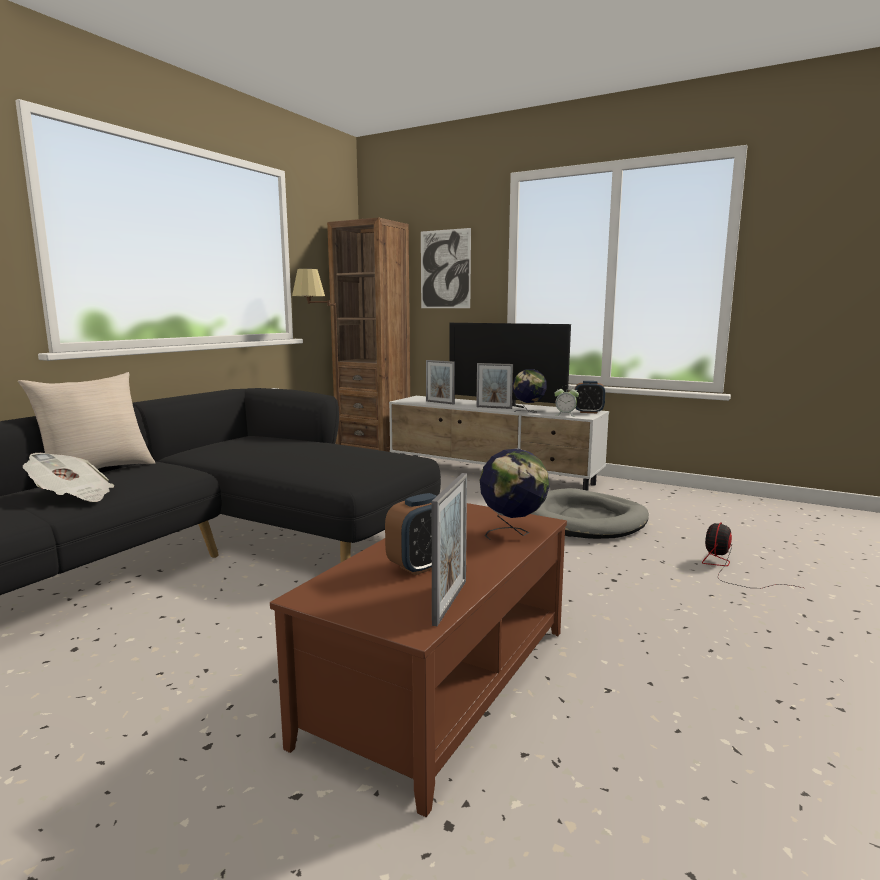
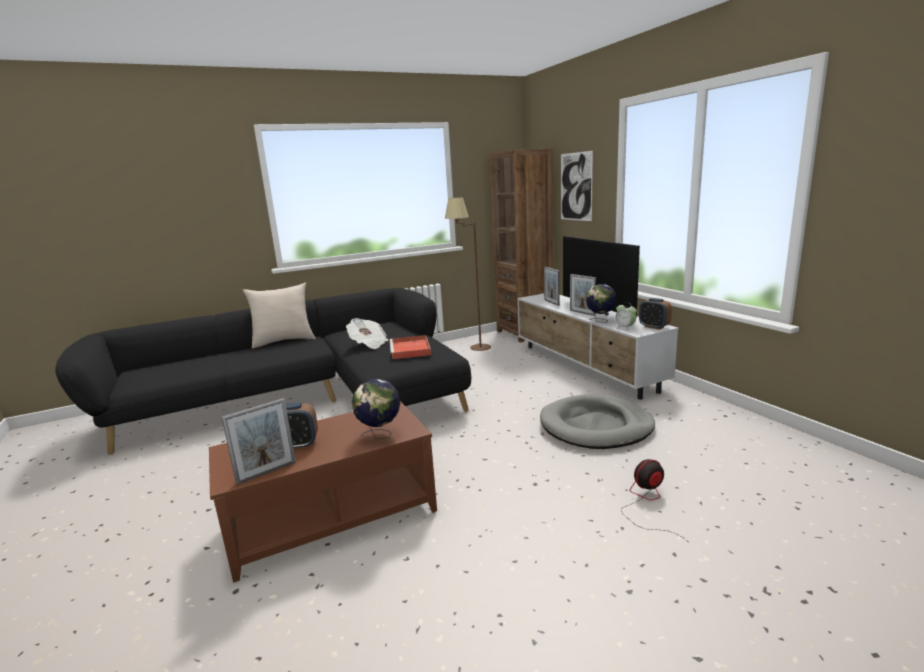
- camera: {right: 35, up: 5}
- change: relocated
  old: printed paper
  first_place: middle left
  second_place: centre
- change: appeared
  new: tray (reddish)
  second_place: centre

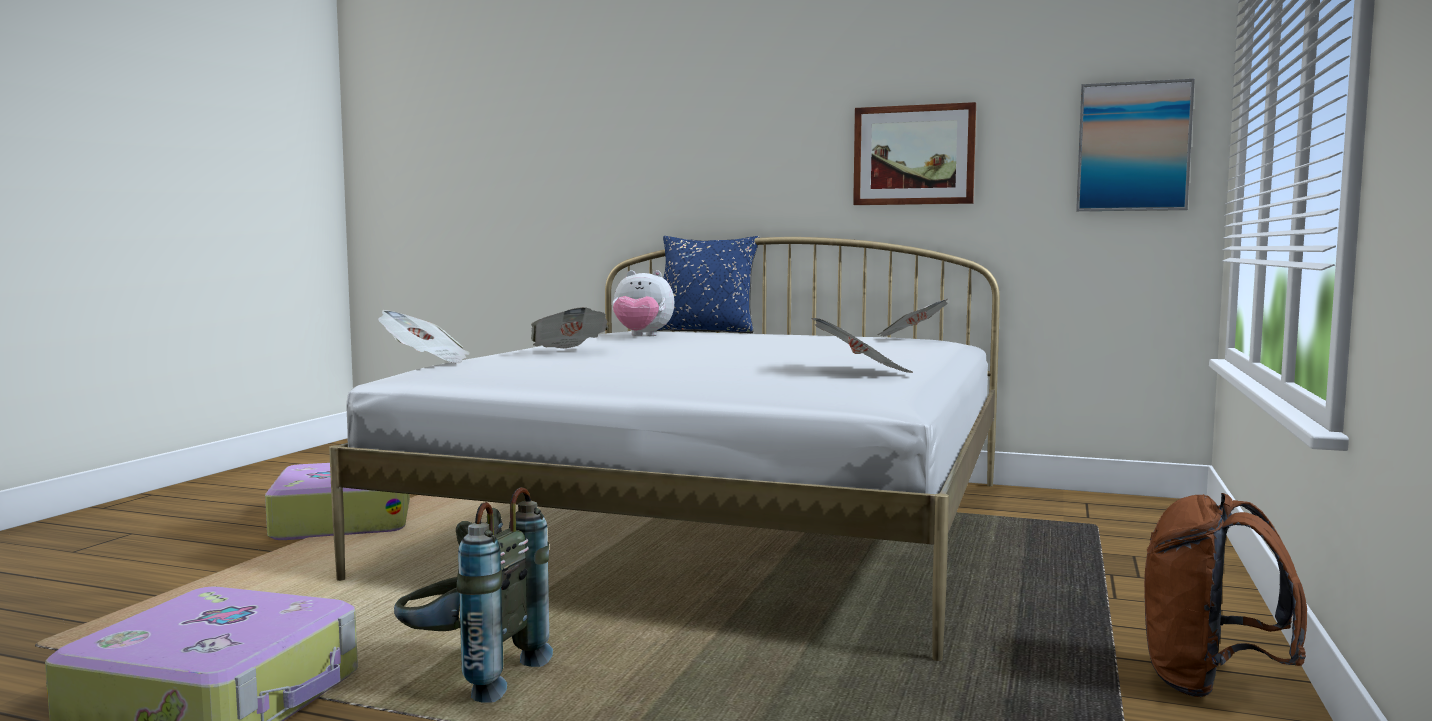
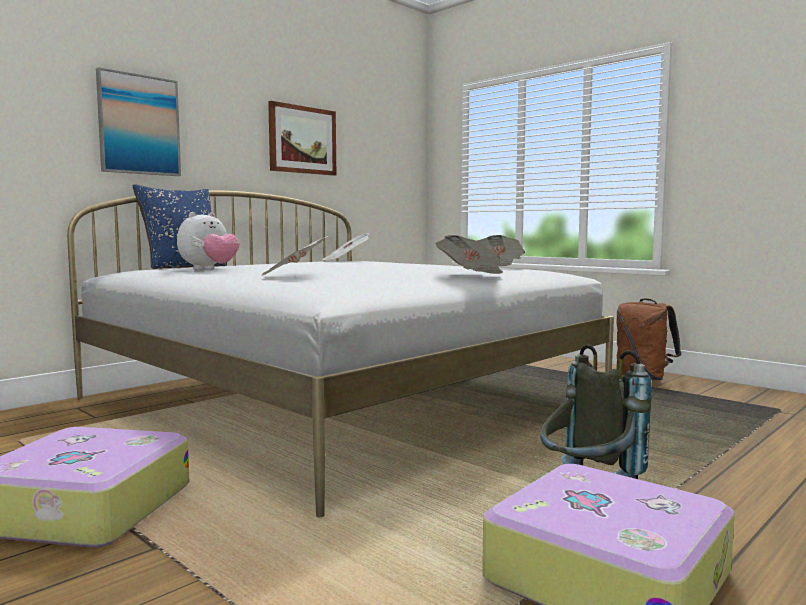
- camera: {right: -65, up: 0}
- change: relocated
  old: wall picture (no. 2 from left in the first image)
  new: wall picture (no. 1 from left)
  first_place: top right
  second_place: top left
- change: relocated
  old: printed paper (no. 1 from left in the first image)
  new: printed paper (no. 3 from left)
  first_place: middle left
  second_place: centre

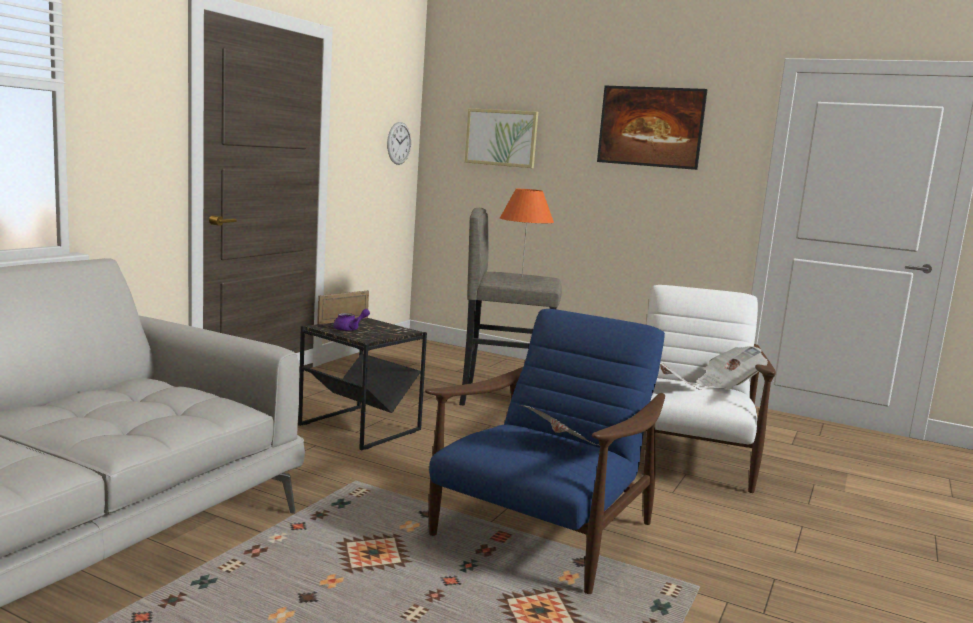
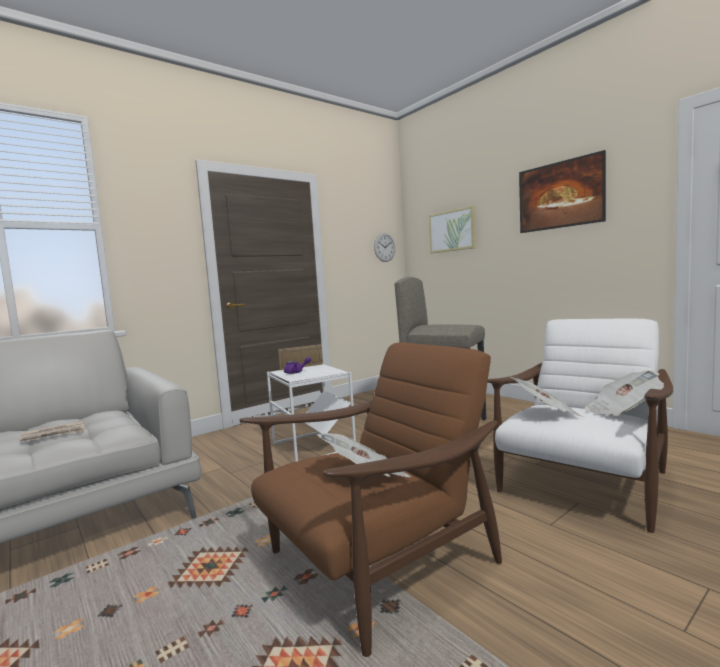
- camera: {right: 25, up: -5}
- change: missing
  old: table lamp (orange)
  first_place: centre
- change: colour
  old: lounge chair (bluish)
  new: lounge chair (brown-coloured)
  first_place: bottom centre
  second_place: bottom centre
- change: colour
  old: accent table (black-coloured)
  new: accent table (white)
  first_place: centre
  second_place: centre
- change: appeared
  new: printed paper (no. 1 from left)
  second_place: middle left

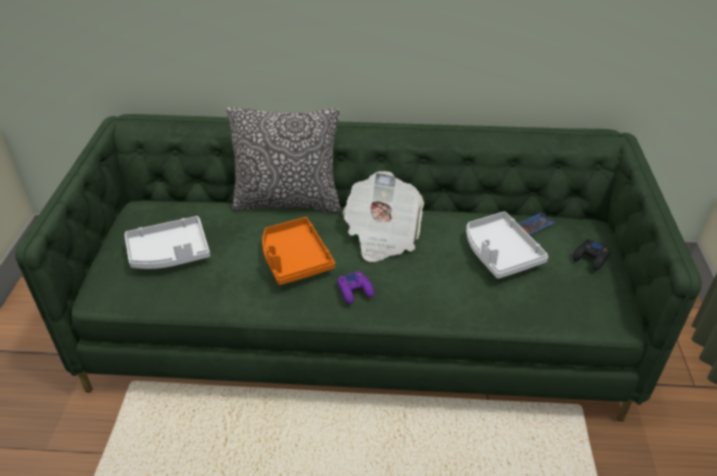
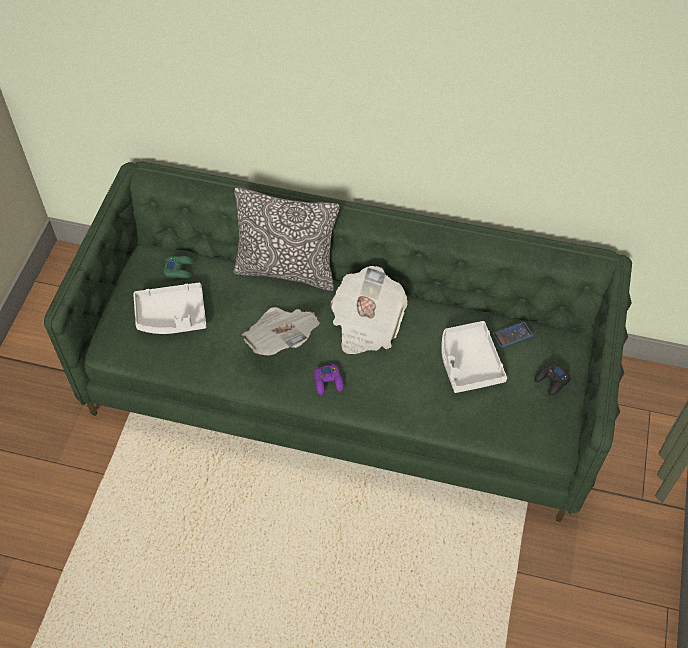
- camera: {right: 10, up: 15}
- change: exchanged
  old: tray (orange)
  new: printed paper (no. 1 from left)
  first_place: centre
  second_place: centre
- change: appeared
  new: joypad (green)
  second_place: middle left

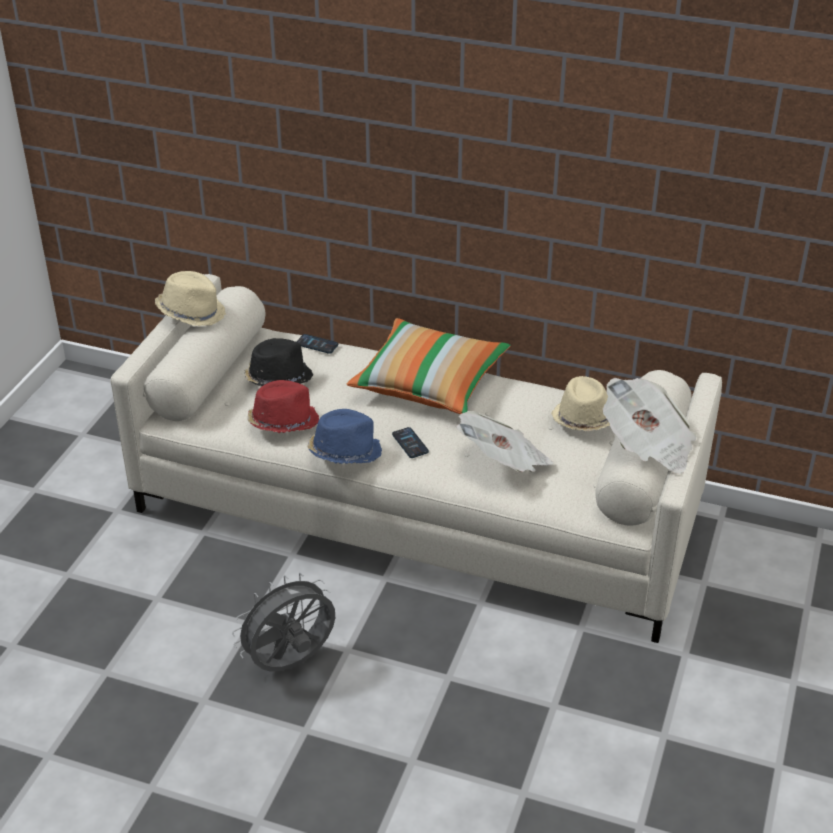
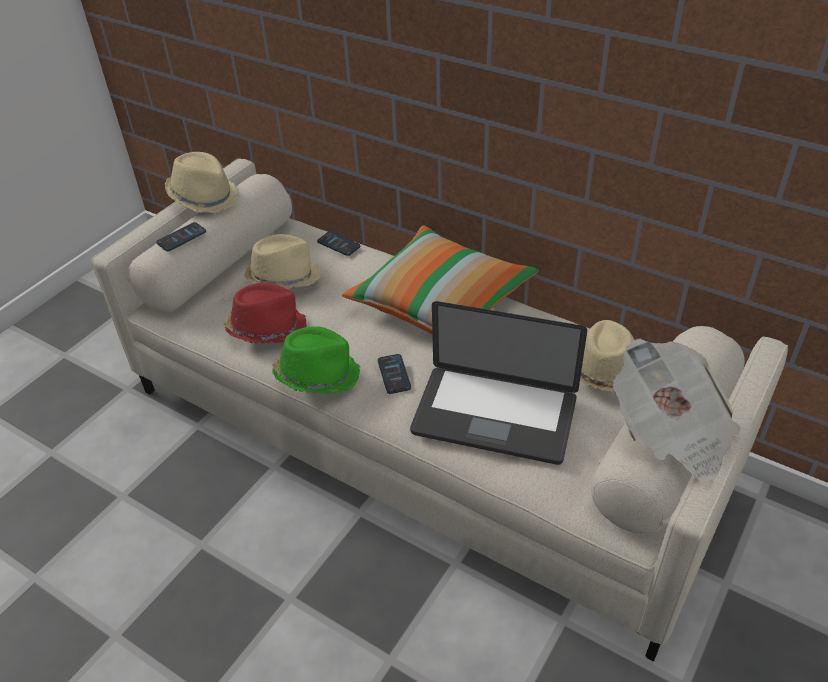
- camera: {right: 15, up: 5}
- change: colour
  old: clothing hat (black-coloured)
  new: clothing hat (sand-coloured) (no. 2 from left)
  first_place: centre
  second_place: centre
- change: colour
  old: clothing hat (bluish)
  new: clothing hat (green)
  first_place: centre
  second_place: centre
- change: exchanged
  old: printed paper (no. 1 from left)
  new: laptop
  first_place: centre
  second_place: centre
- change: missing
  old: electric fan (gray)
  first_place: bottom centre
- change: appeared
  new: phone (no. 1 from left)
  second_place: middle left

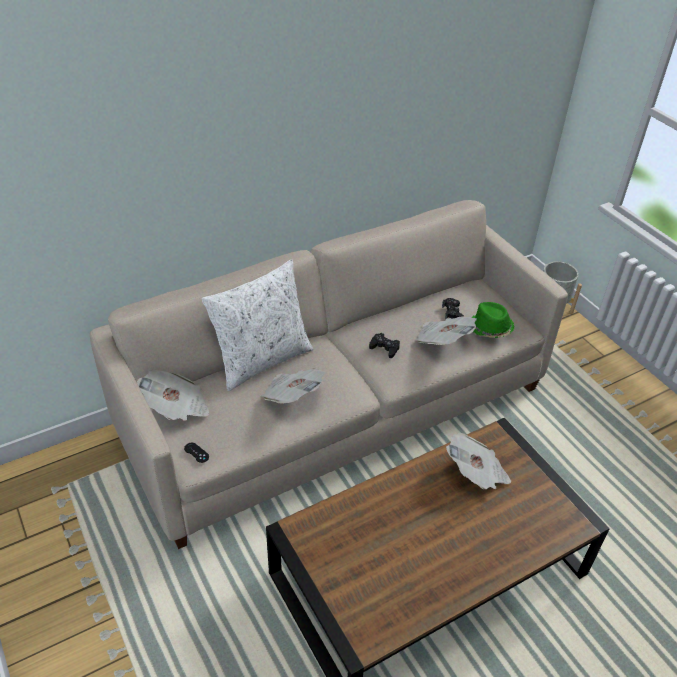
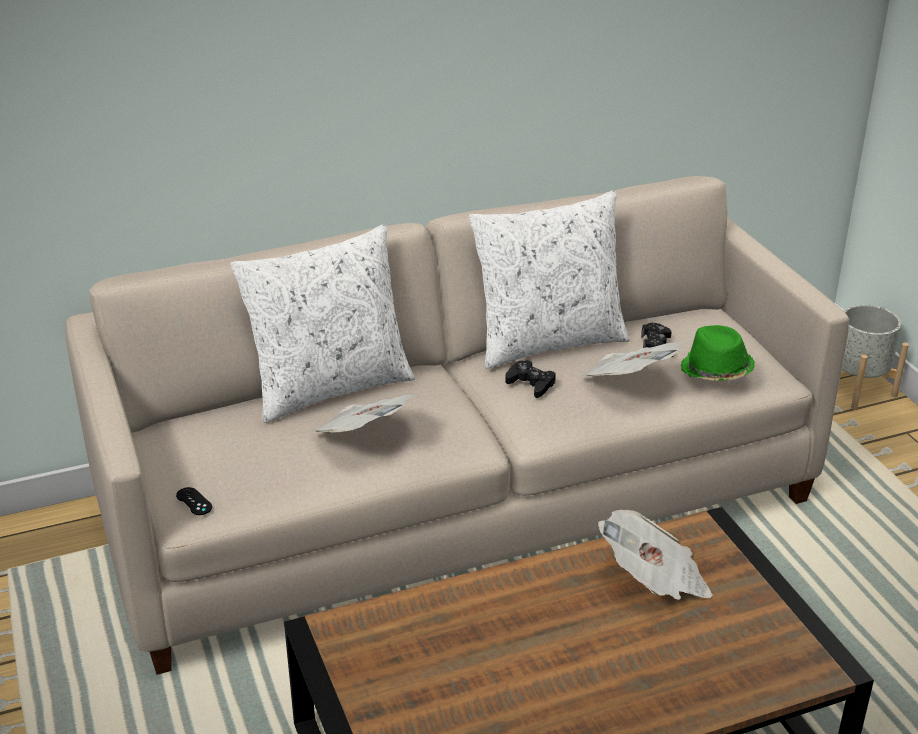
- camera: {right: 10, up: -10}
- change: missing
  old: printed paper (no. 1 from left)
  first_place: middle left
- change: appeared
  new: pillow (white) (no. 2 from left)
  second_place: centre

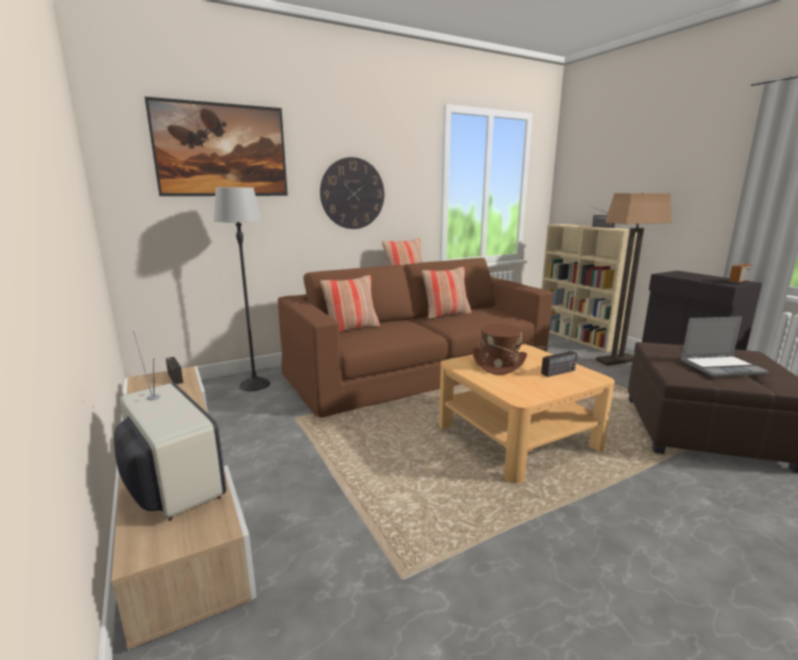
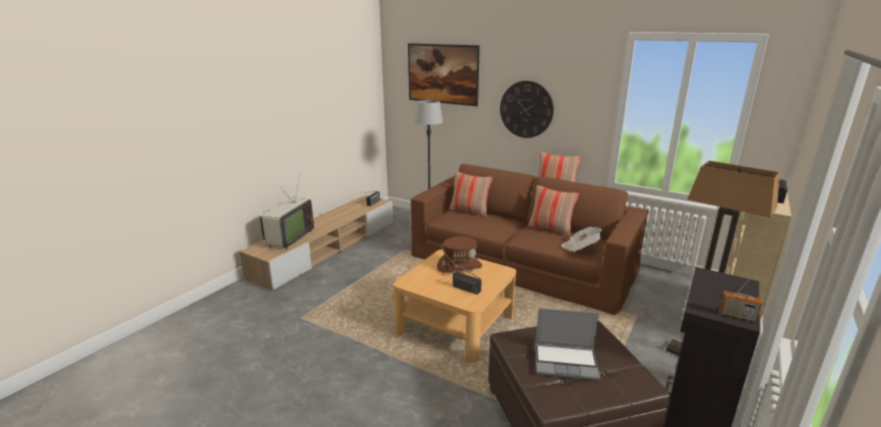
- camera: {right: 60, up: 5}
- change: spun
  old: laptop
  first_place: middle right
  second_place: bottom centre
  degrees: -45
- change: appeared
  new: printed paper
  second_place: centre

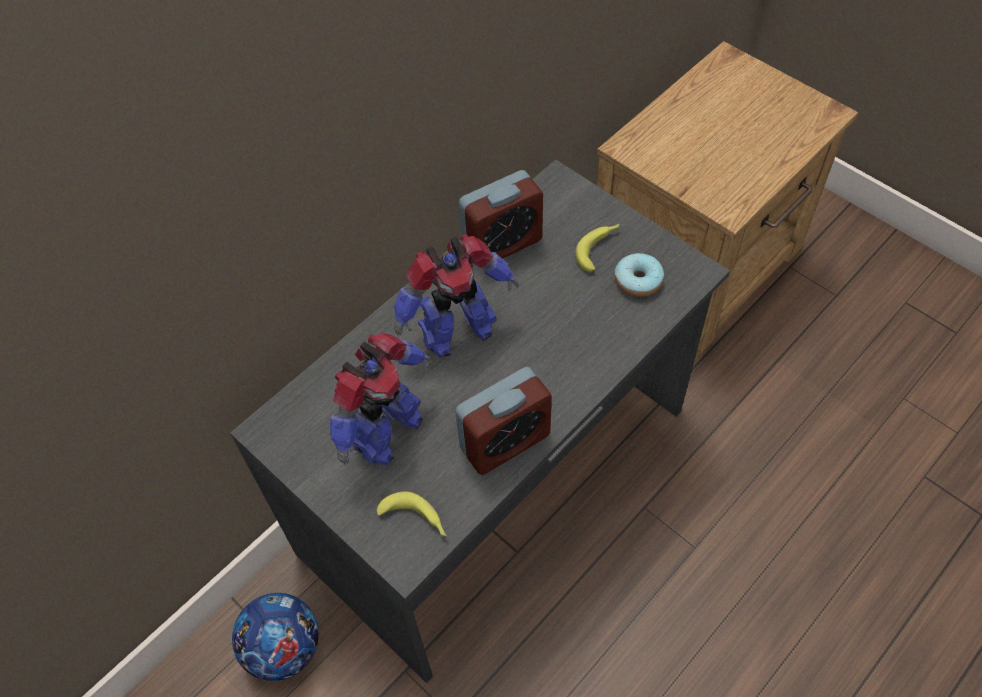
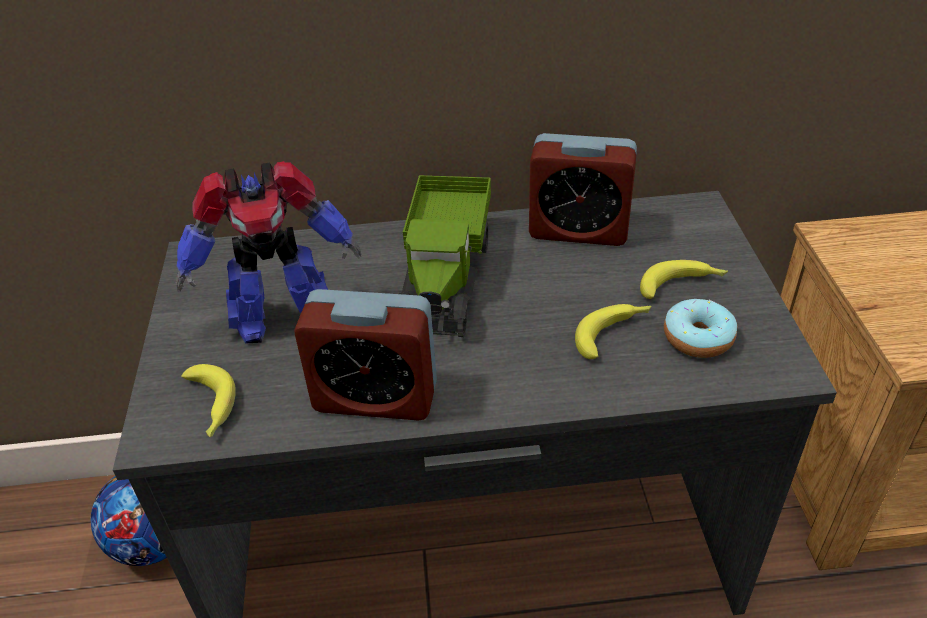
- camera: {right: 40, up: -15}
- change: exchanged
  old: toy robot (no. 2 from left)
  new: toy truck
  first_place: centre
  second_place: centre
- change: appeared
  new: banana fruit (no. 2 from left)
  second_place: centre

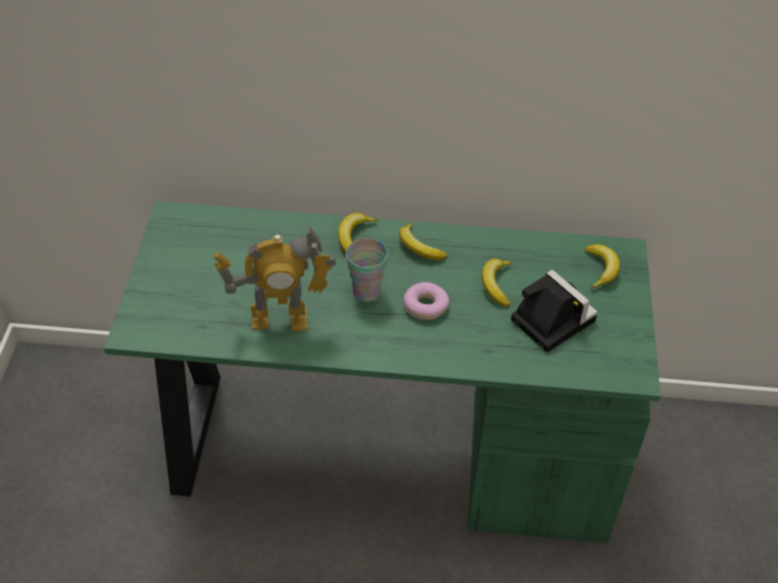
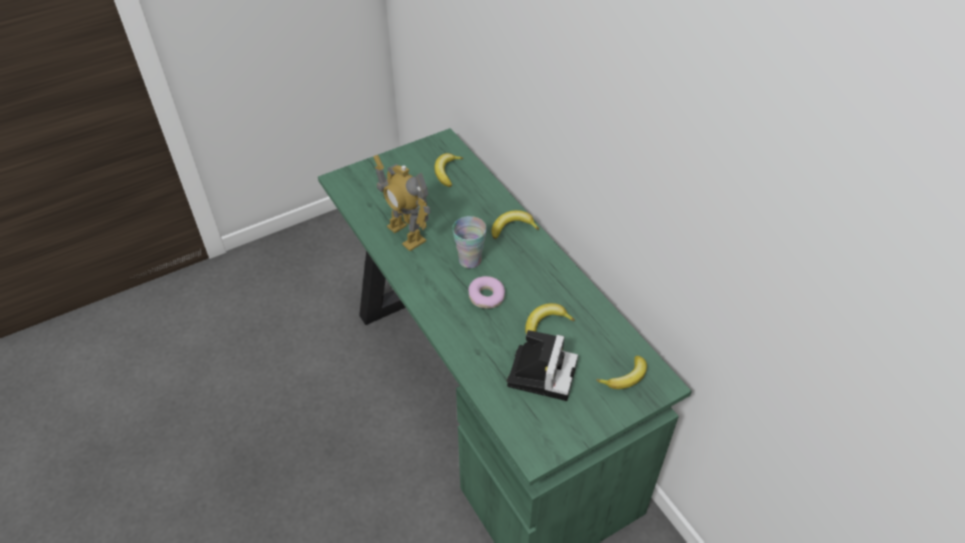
- camera: {right: 55, up: 0}
- change: relocated
  old: banana fruit (no. 2 from left in the first image)
  new: banana fruit (no. 1 from left)
  first_place: centre
  second_place: top centre

